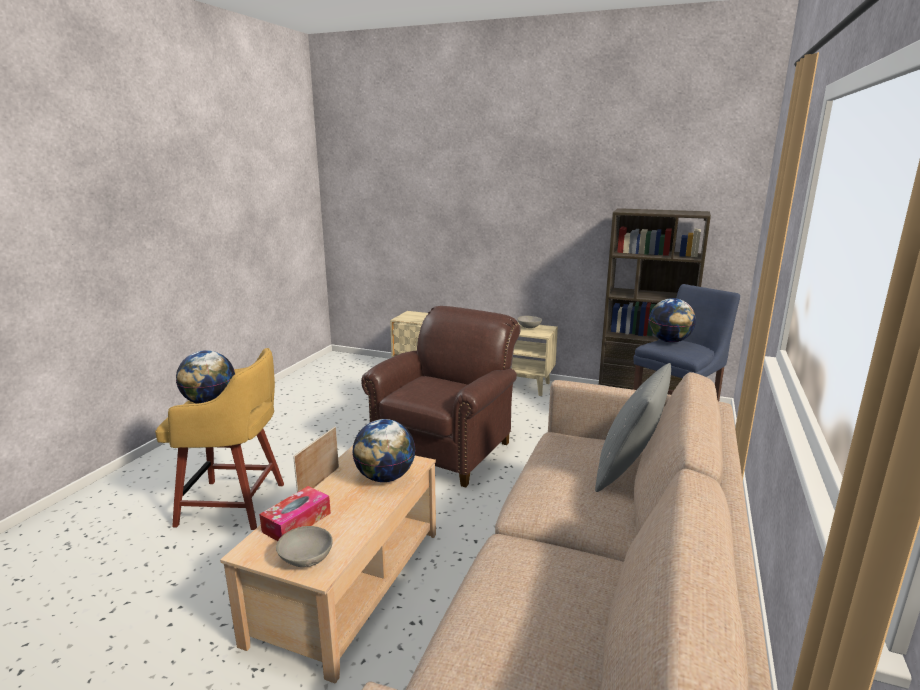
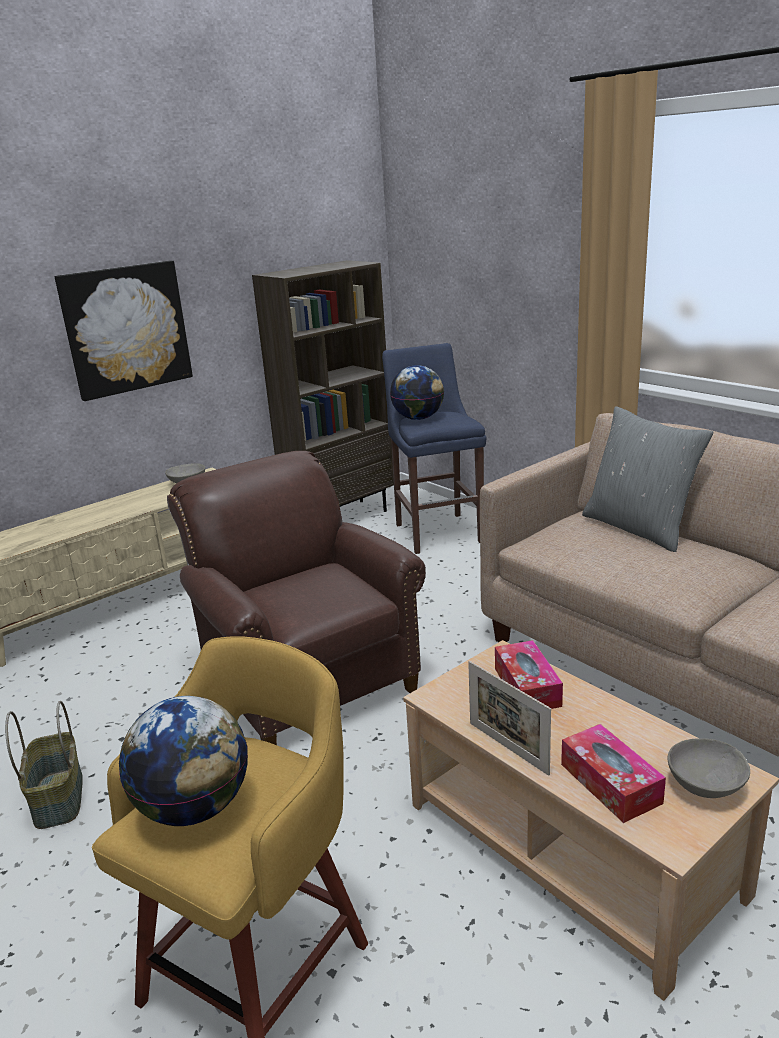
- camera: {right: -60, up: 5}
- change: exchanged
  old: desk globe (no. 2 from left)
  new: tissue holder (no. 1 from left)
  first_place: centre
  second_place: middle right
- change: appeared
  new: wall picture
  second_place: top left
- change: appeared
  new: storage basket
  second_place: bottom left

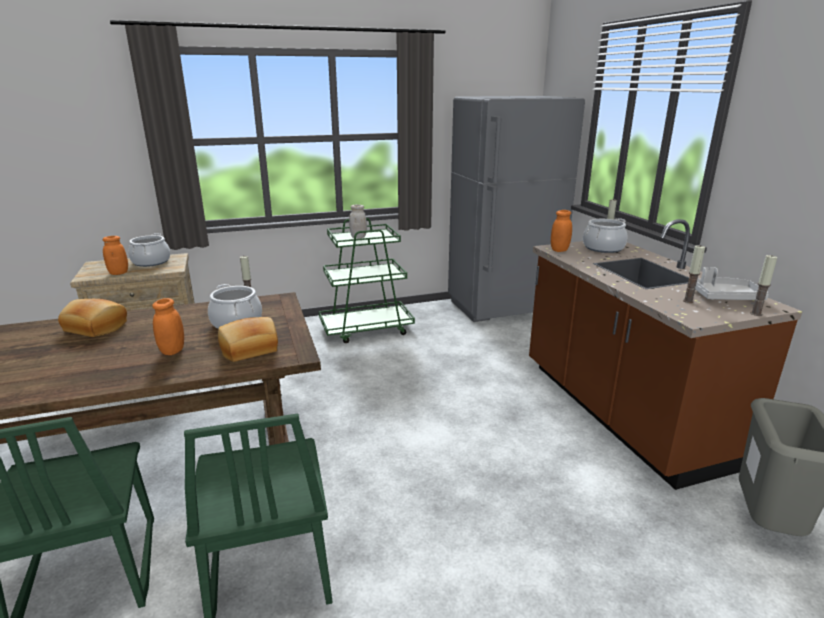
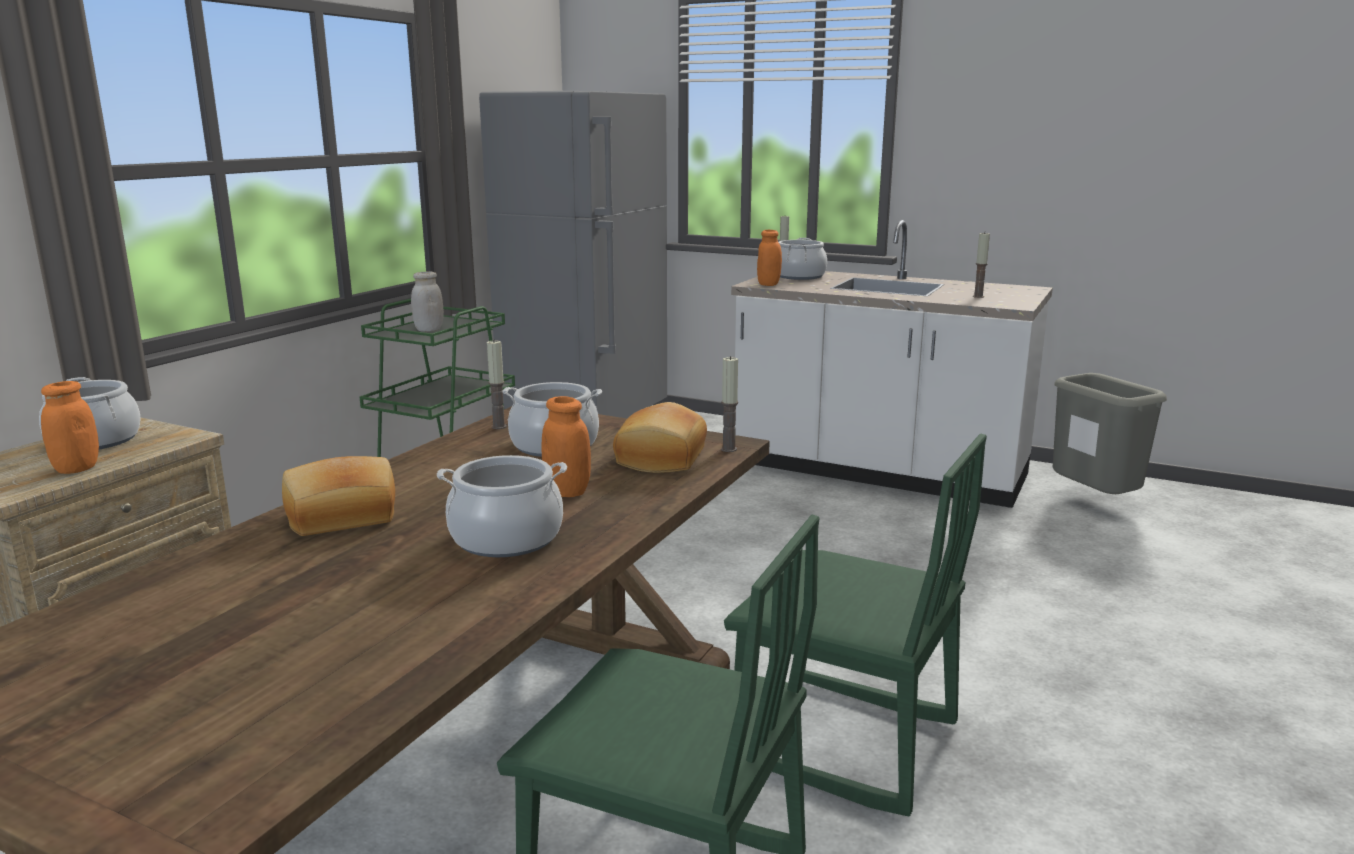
- camera: {right: -45, up: -5}
- change: colour
  old: counter (brown-coloured)
  new: counter (white)
  first_place: middle right
  second_place: centre
- change: relocated
  old: wax light (no. 4 from left in the first image)
  new: wax light (no. 2 from left)
  first_place: middle right
  second_place: centre
- change: missing
  old: tray (gray)
  first_place: middle right
- change: appeared
  new: cooking pot (no. 2 from left)
  second_place: centre

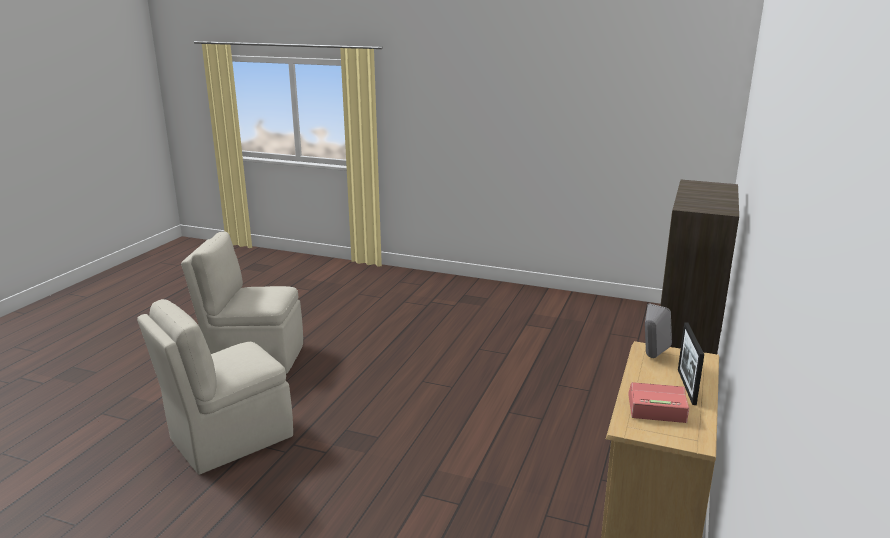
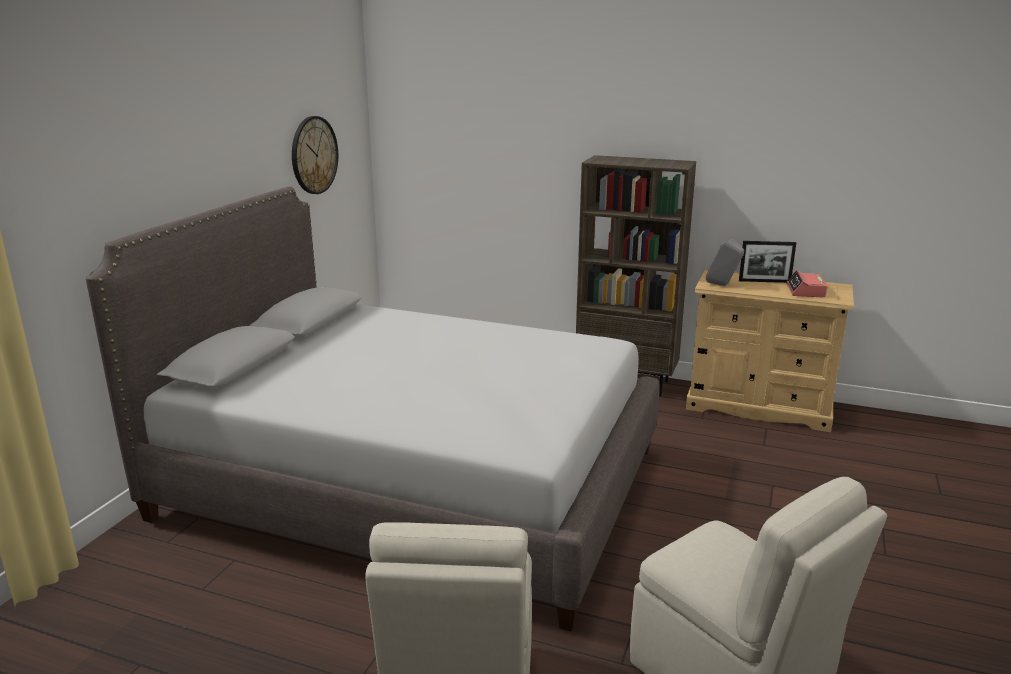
- camera: {right: -90, up: 0}
- change: appeared
  new: wall clock
  second_place: top left
- change: appeared
  new: sleeping bed (gray)
  second_place: centre

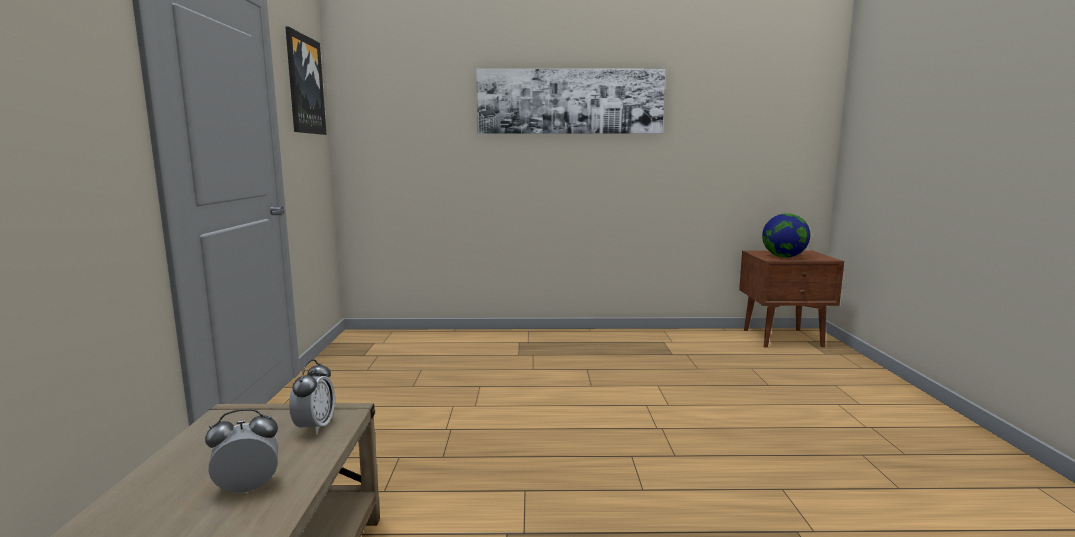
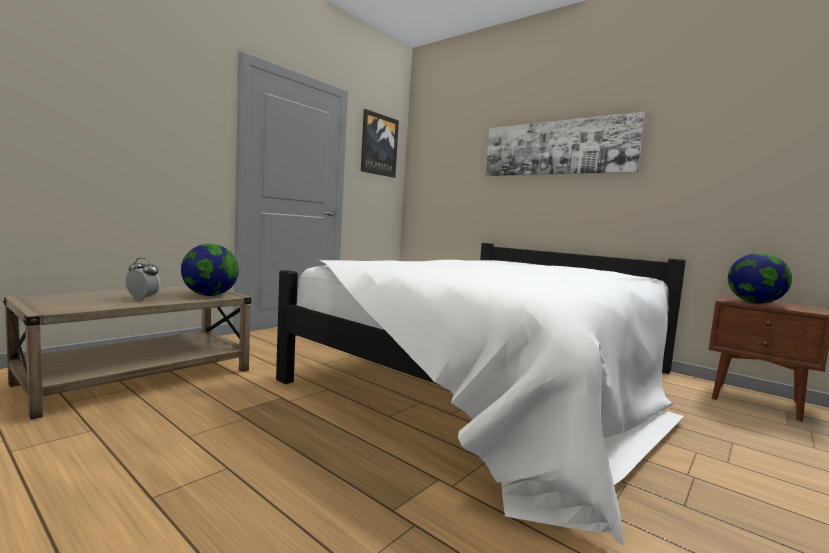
- camera: {right: 40, up: -5}
- change: exchanged
  old: table clock (no. 2 from left)
  new: desk globe (no. 1 from left)
  first_place: bottom left
  second_place: middle left
- change: appeared
  new: sleeping bed (white)
  second_place: bottom centre

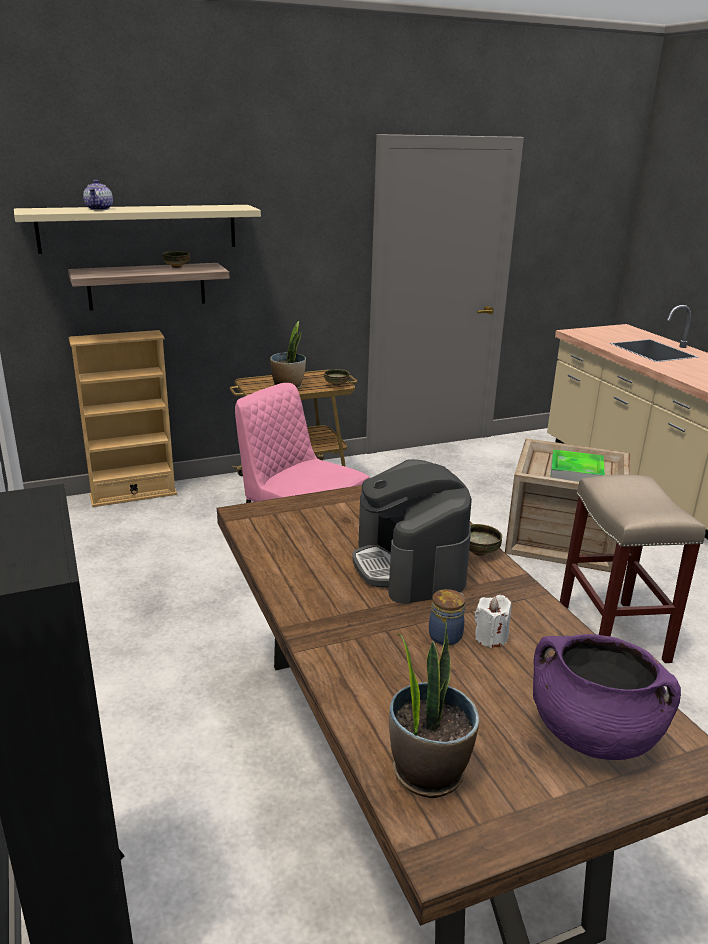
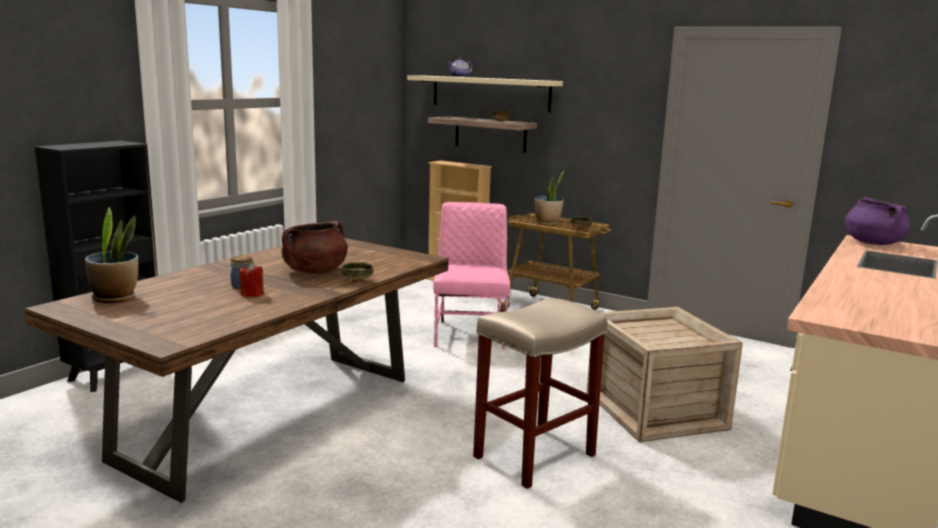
- camera: {right: 55, up: -10}
- change: missing
  old: tray
  first_place: middle right
- change: exchanged
  old: coffee maker
  new: cooking pot (brown-coloured)
  first_place: centre
  second_place: centre
- change: colour
  old: wax light (white)
  new: wax light (reddish)
  first_place: middle right
  second_place: middle left
- change: relocated
  old: cooking pot (purple)
  first_place: bottom right
  second_place: middle right

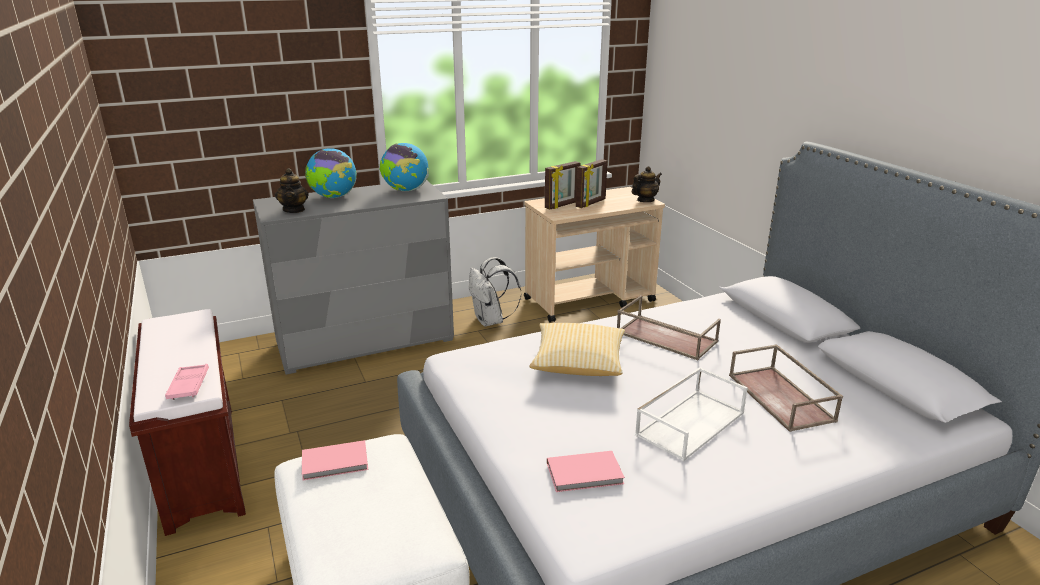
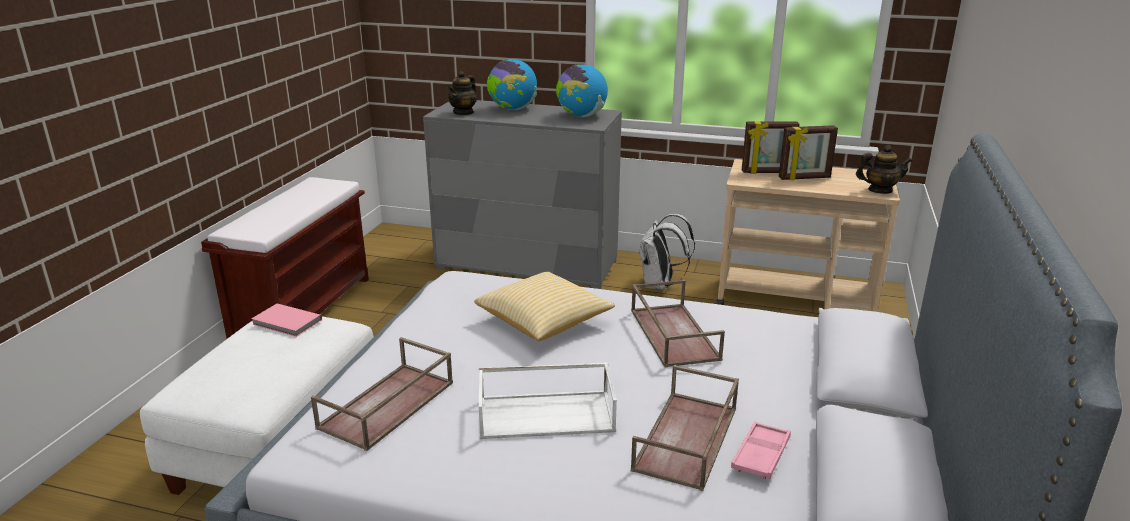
- camera: {right: 40, up: 0}
- change: relocated
  old: tray (pink)
  first_place: middle left
  second_place: bottom right
- change: exchanged
  old: book (pink) (no. 2 from left)
  new: tray (brown-coloured) (no. 1 from left)
  first_place: bottom centre
  second_place: bottom centre

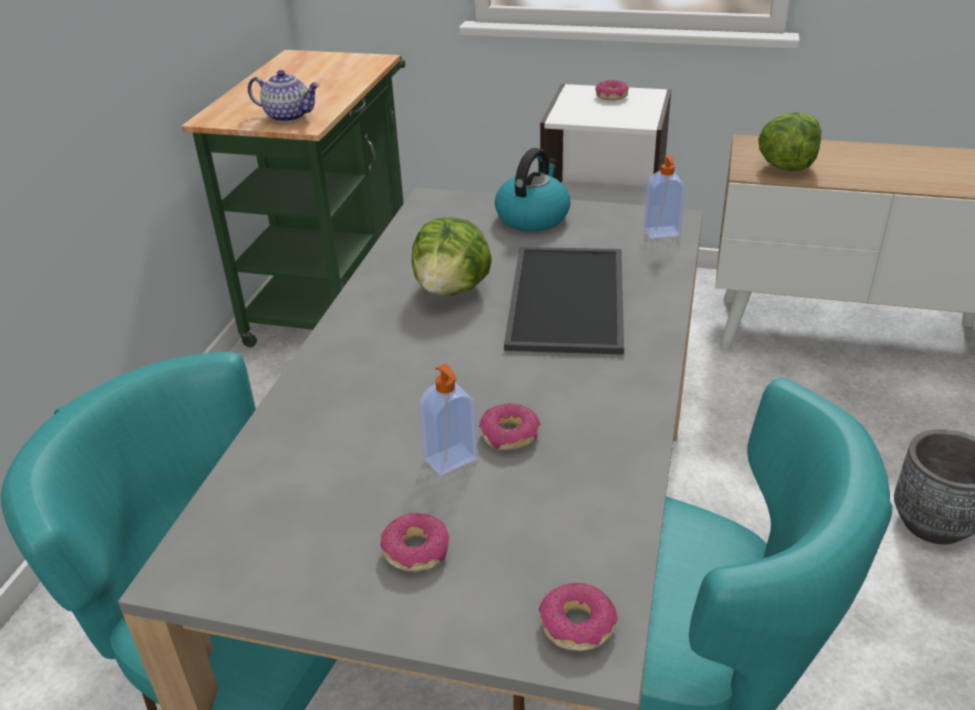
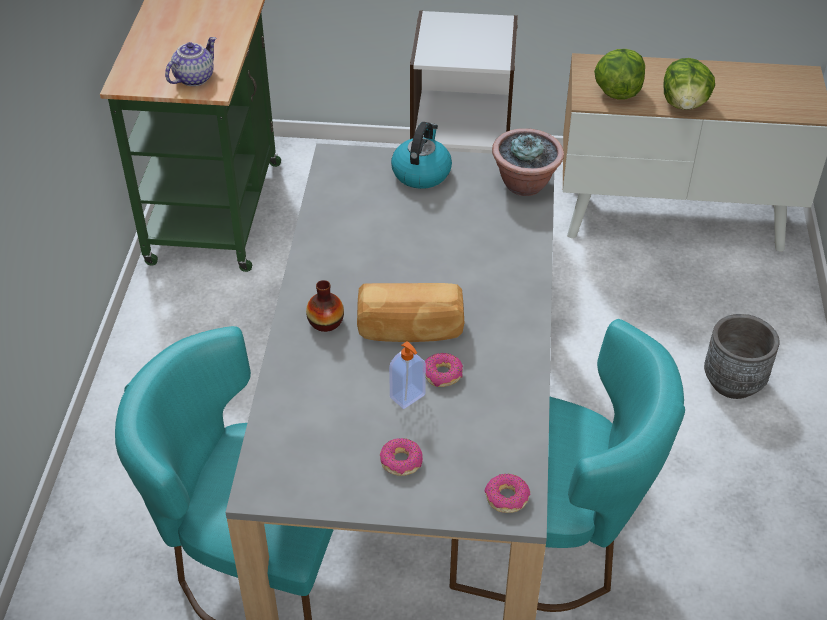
- camera: {right: -10, up: 10}
- change: spun
  old: teapot
  first_place: top left
  second_place: top left
  degrees: -60
- change: missing
  old: ring doughnut (no. 4 from left)
  first_place: top centre
- change: exchanged
  old: soap dispenser (no. 2 from left)
  new: houseplant
  first_place: top right
  second_place: top centre
- change: relocated
  old: head of lettuce (no. 1 from left in the first image)
  new: head of lettuce (no. 2 from left)
  first_place: centre
  second_place: top right
- change: missing
  old: tray
  first_place: centre
- change: appeared
  new: flower vase
  second_place: centre
- change: appeared
  new: bakery bread
  second_place: centre

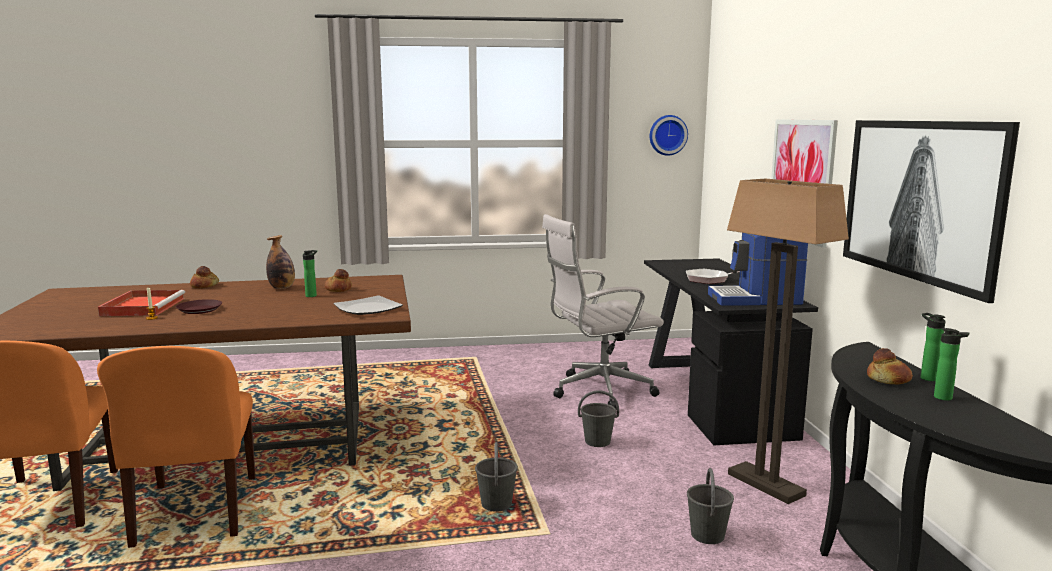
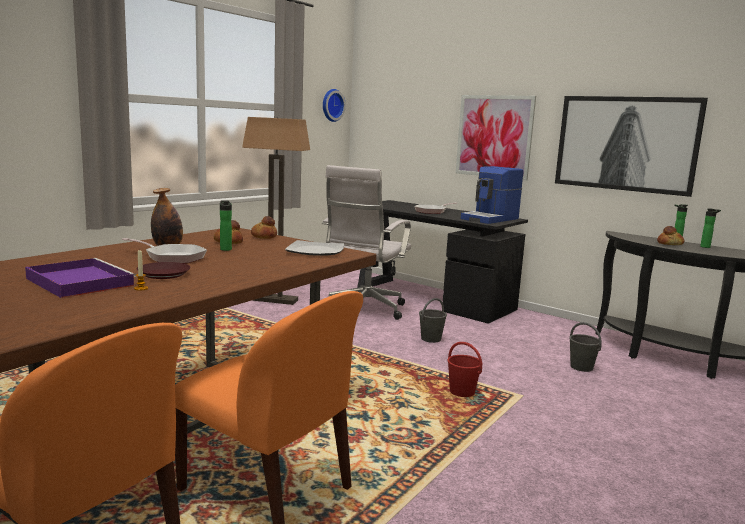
- camera: {right: -45, up: 0}
- change: relocated
  old: standard lamp
  first_place: middle right
  second_place: centre
- change: relocated
  old: bakery bread (no. 1 from left in the first image)
  new: bakery bread (no. 2 from left)
  first_place: middle left
  second_place: centre
- change: colour
  old: tray (reddish)
  new: tray (purple)
  first_place: middle left
  second_place: middle left
- change: colour
  old: water bucket (gray) (no. 1 from left)
  new: water bucket (reddish)
  first_place: bottom centre
  second_place: bottom centre
- change: appeared
  new: pan (no. 1 from left)
  second_place: middle left

